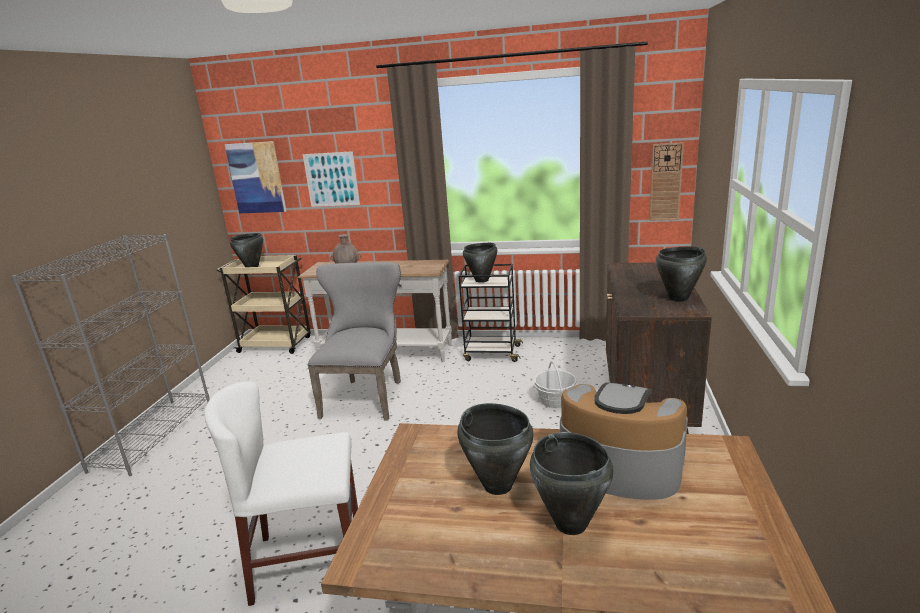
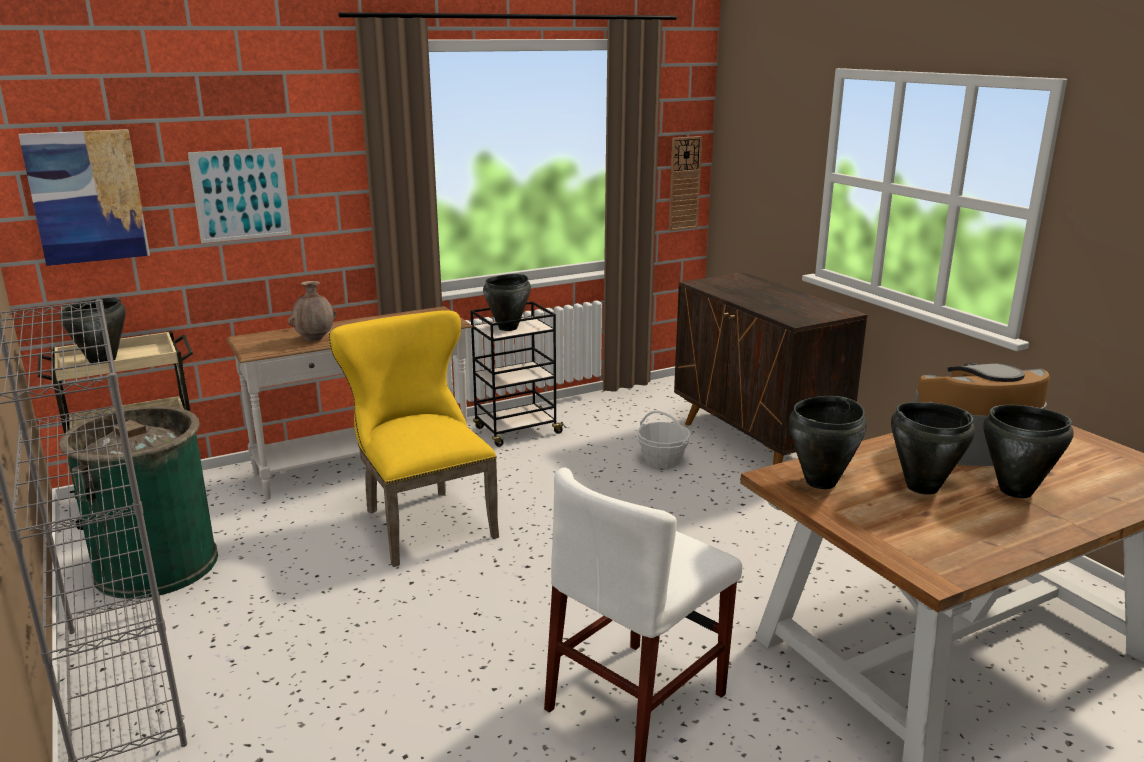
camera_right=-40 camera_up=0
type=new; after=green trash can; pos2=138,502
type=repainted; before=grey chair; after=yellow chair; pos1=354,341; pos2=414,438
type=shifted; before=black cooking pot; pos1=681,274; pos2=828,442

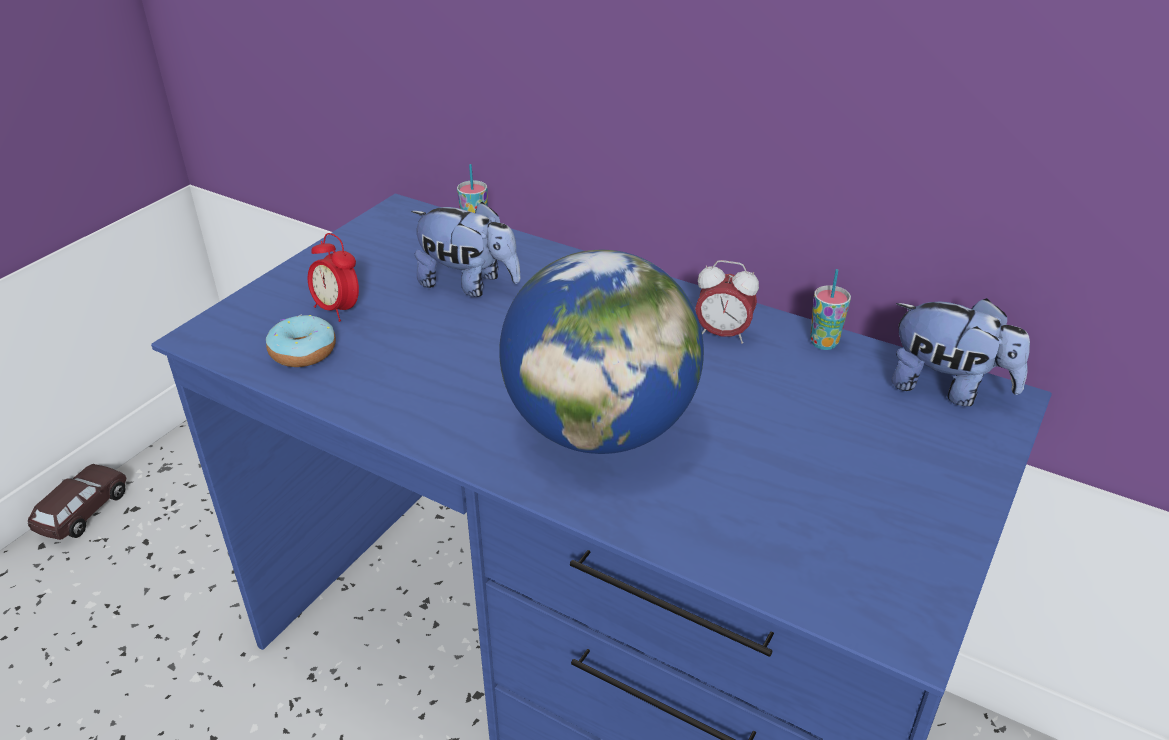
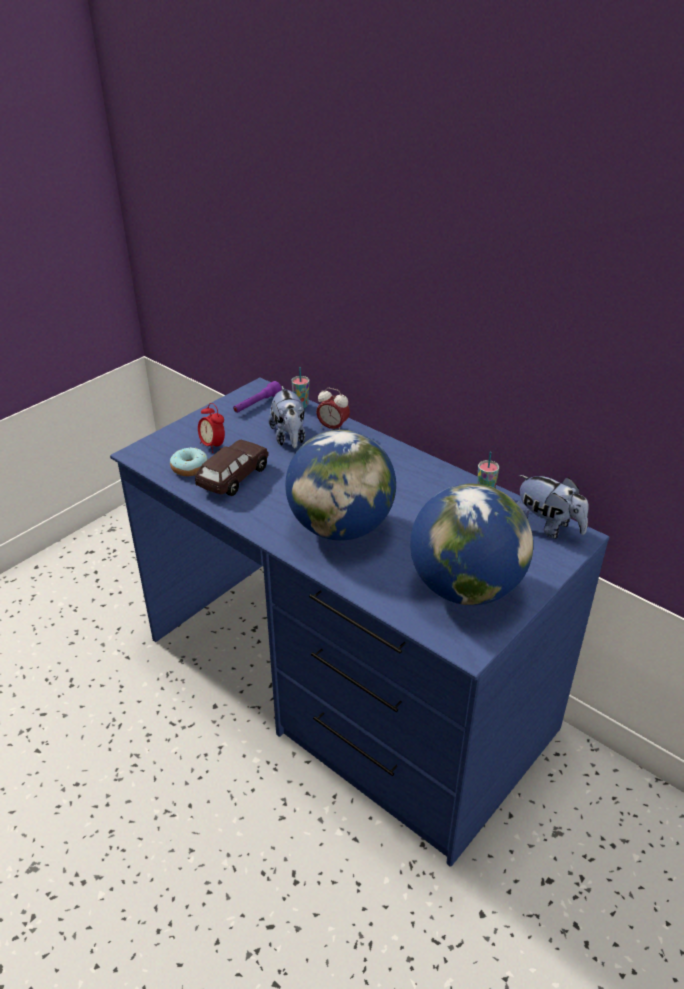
camera_right=10 camera_up=0
type=shifted; before=brown toy car; pos1=77,502; pos2=232,468
type=new; after=purple flashlight; pos2=257,397
type=rotated; before=plush toy; pos1=466,249; pos2=287,417; turn=45
type=shifted; before=alarm clock; pos1=727,302; pos2=333,409
type=new; after=globe; pos2=471,544

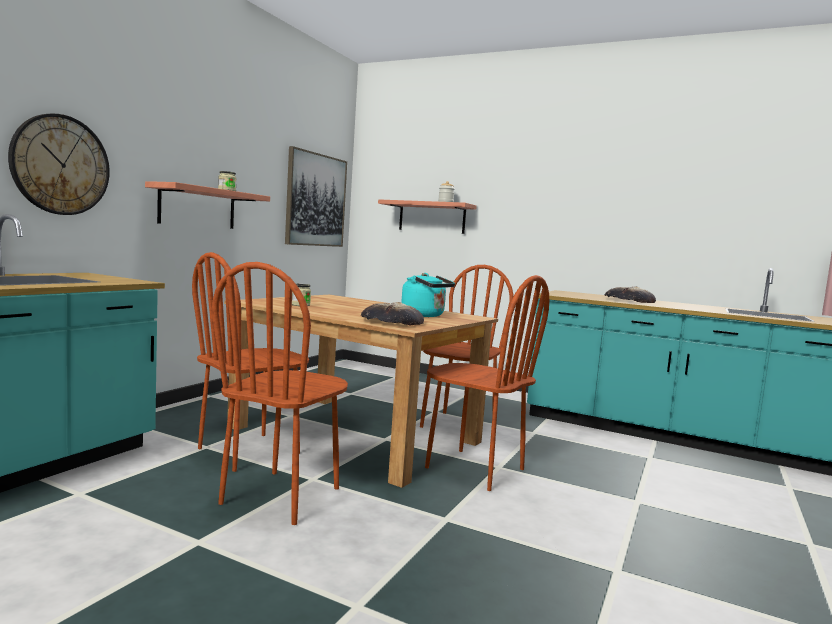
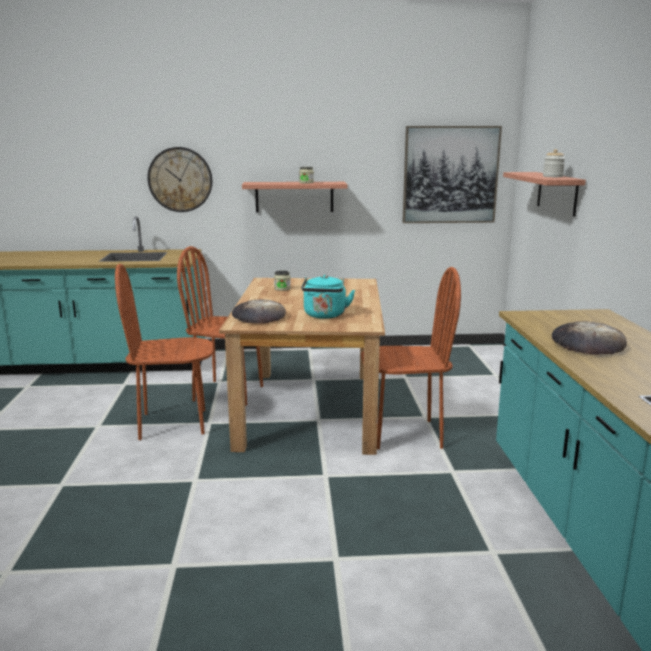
camera_right=60 camera_up=10
type=gone; before=brown chair; pos1=487,383

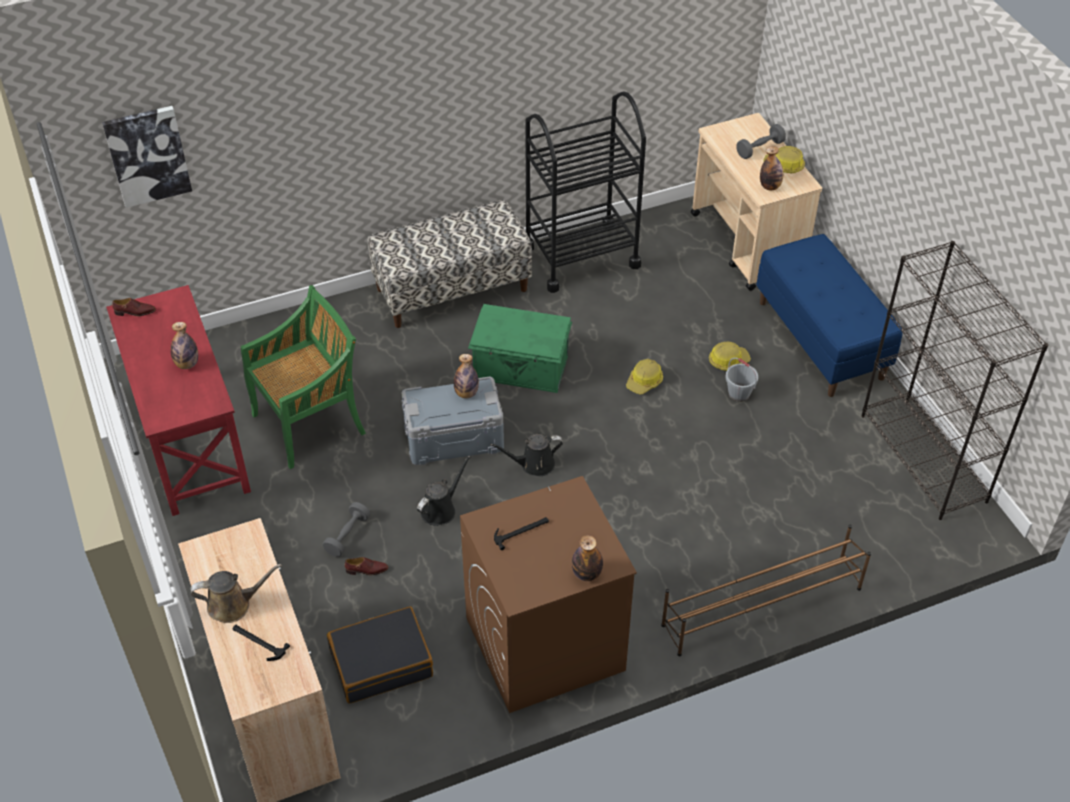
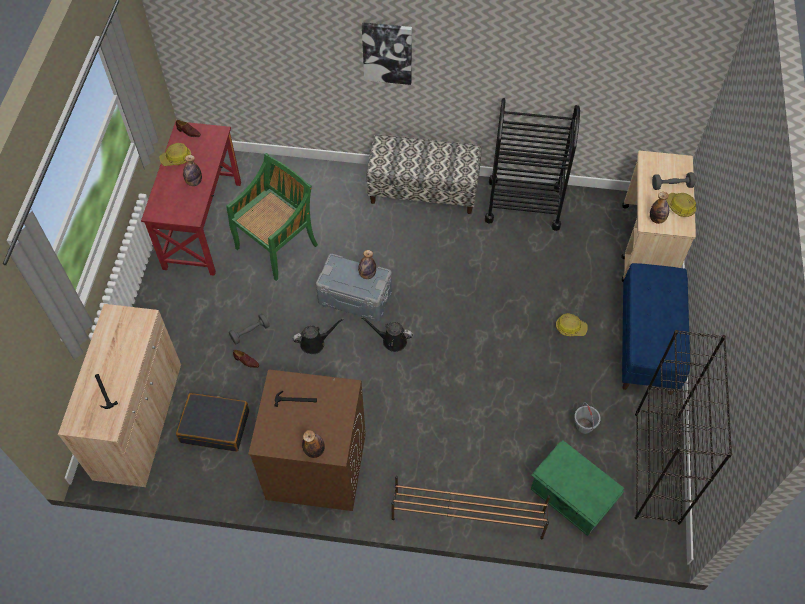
camera_right=30 camera_up=10
type=shifted; before=hard hat; pos1=644,376; pos2=175,154
type=rotated; before=green chair; pos1=303,377; pos2=272,217; turn=-45
type=shifted; before=picture; pos1=147,157; pos2=387,53
type=shifted; before=green storage box; pos1=520,348; pos2=578,488
type=shifted; before=grey bucket; pos1=741,380; pos2=587,418
type=gone; before=brown watering can; pos1=236,593

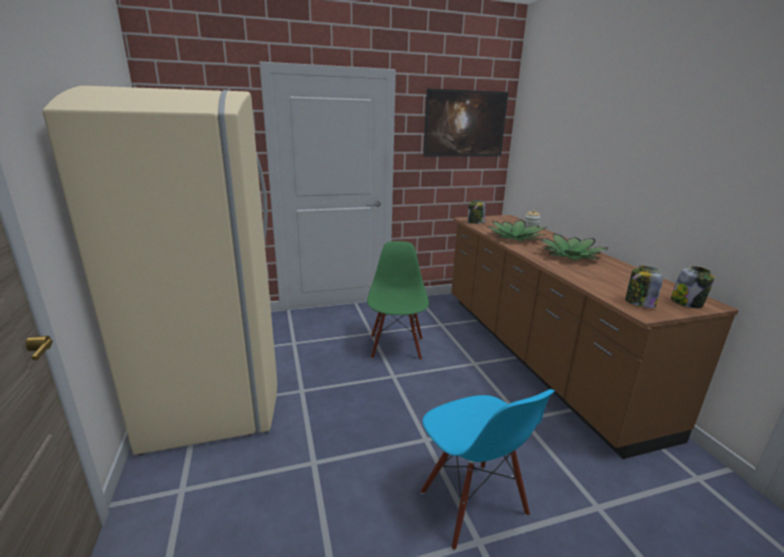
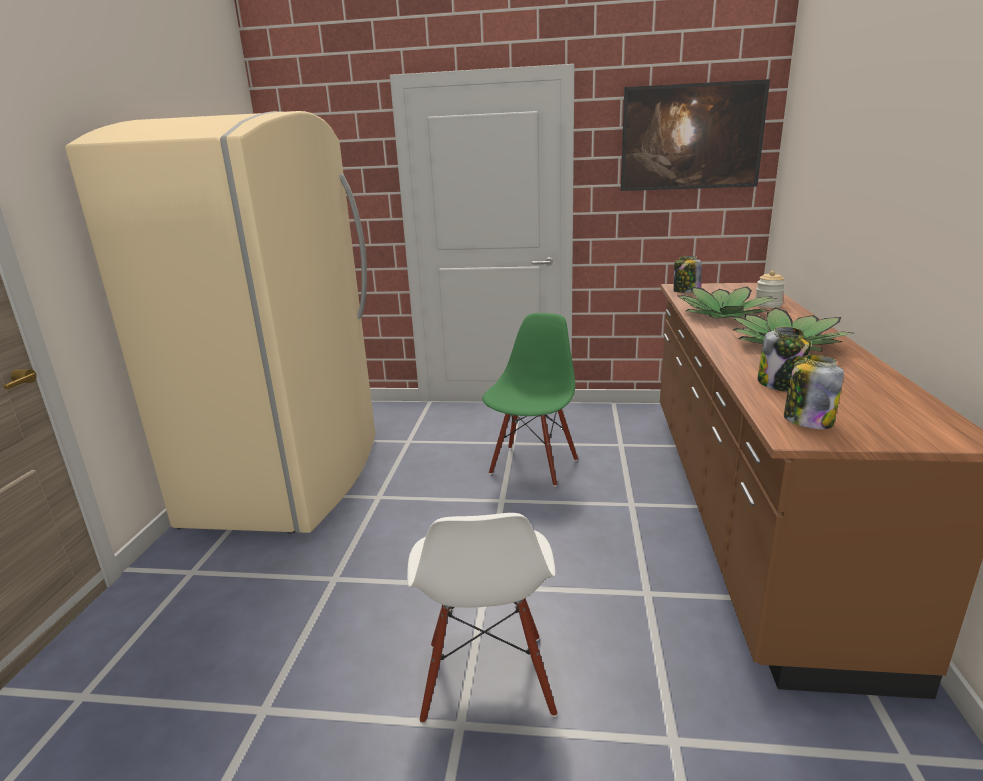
camera_right=25 camera_up=0
type=repainted; before=blue chair; after=white chair; pos1=488,469; pos2=482,618
type=shifted; before=jar; pos1=693,287; pos2=784,359

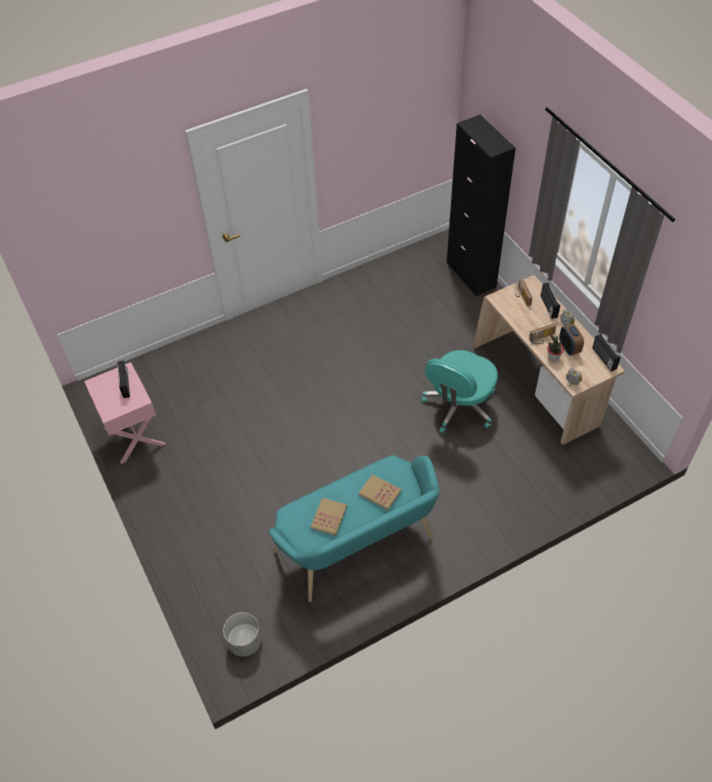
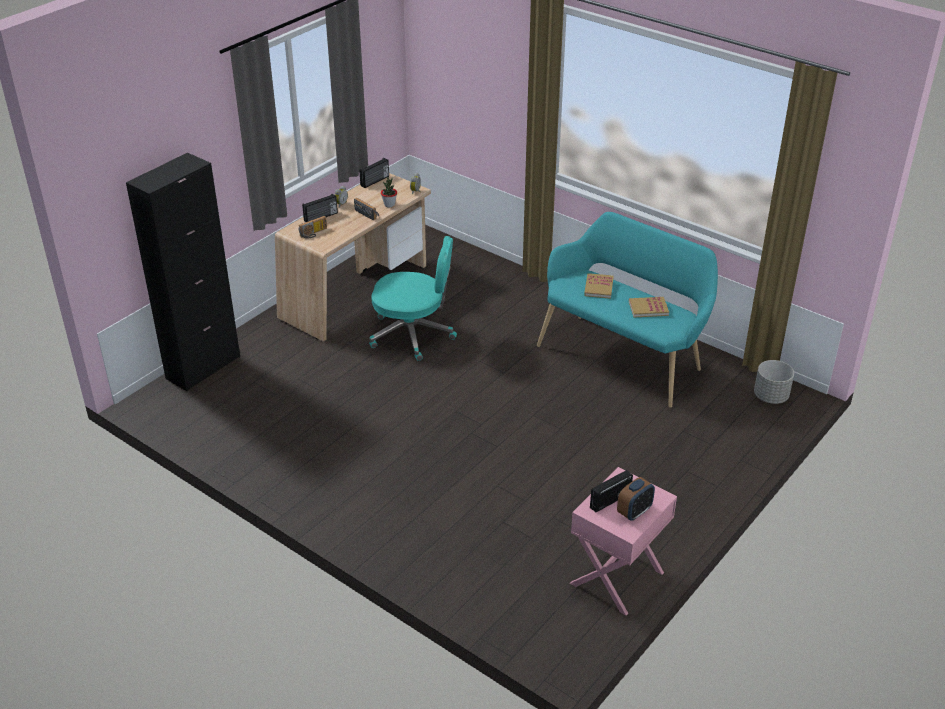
camera_right=-115 camera_up=-15
type=shifted; before=alarm clock; pos1=571,340; pos2=636,499

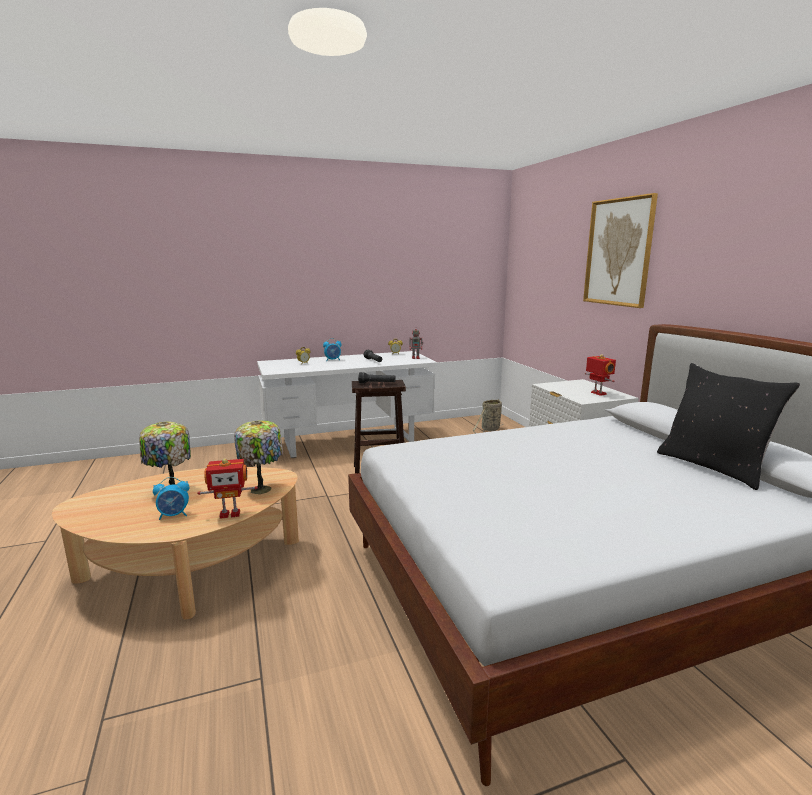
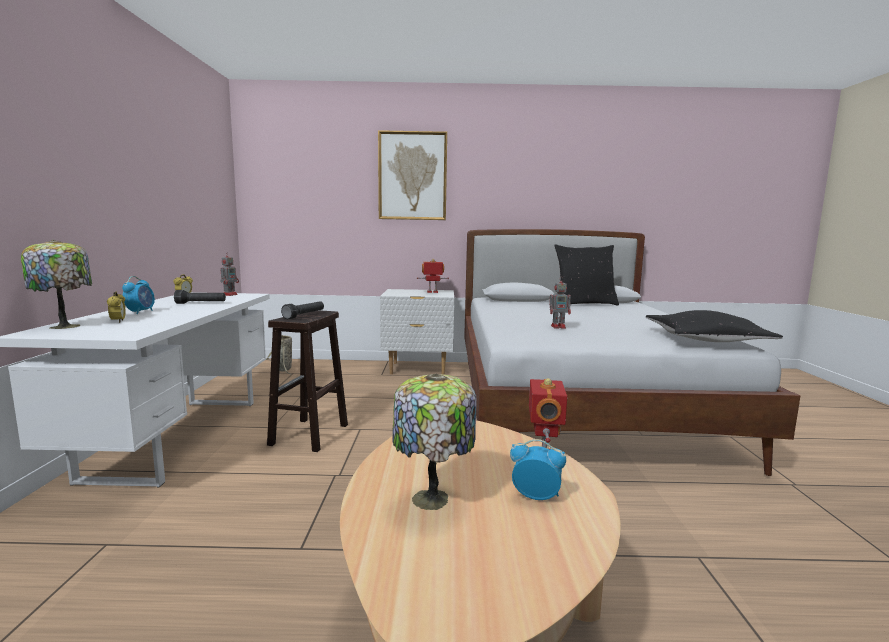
camera_right=-70 camera_up=-5
type=shifted; before=table lamp; pos1=258,457; pos2=56,284
type=rotated; before=alarm clock; pos1=171,498; pos2=538,469; turn=-75
type=new; after=toy robot; pos2=560,302
type=new; after=black pillow; pos2=714,326

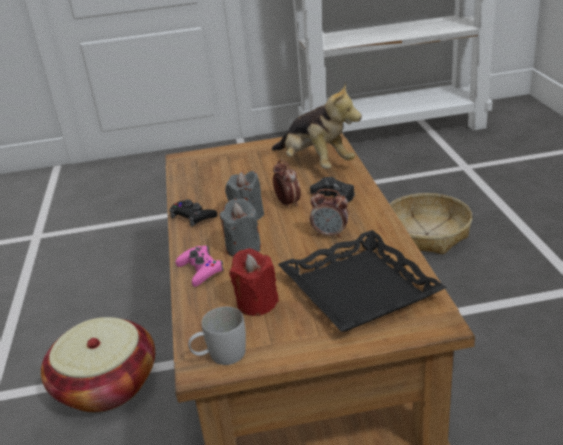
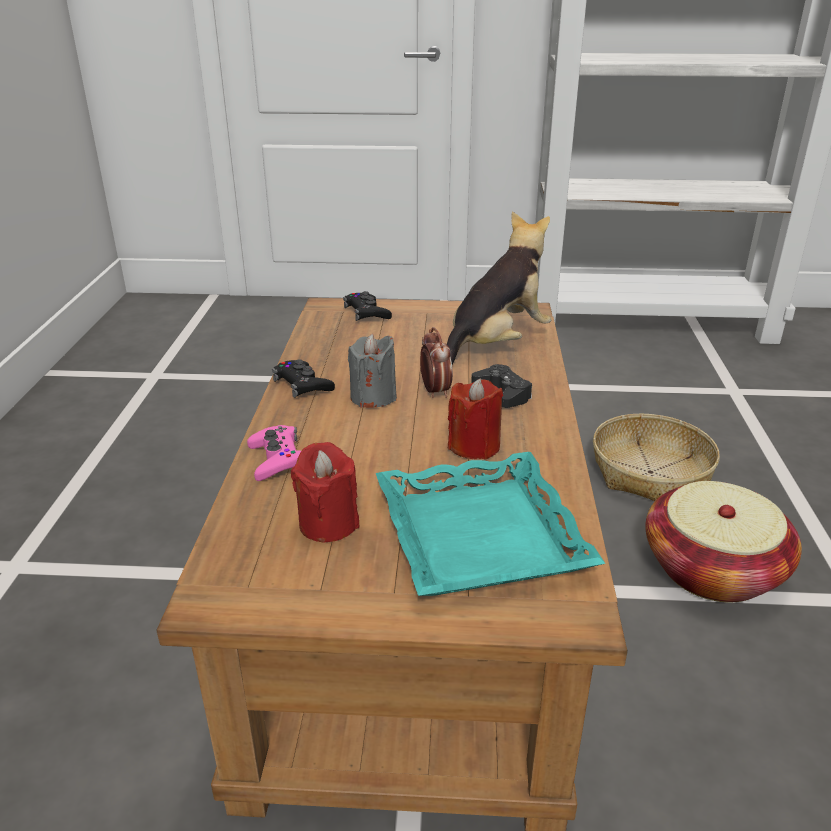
camera_right=10 camera_up=0
type=new; after=black game controller; pos2=367,306
type=repainted; before=black tray; after=turquoise tray; pos1=362,281; pos2=491,524
type=rotated; before=plush toy; pos1=317,125; pos2=499,287; turn=-105
type=swapped; before=alarm clock; after=red candle; pos1=329,213; pos2=475,418
type=shifted; before=basket; pos1=98,364; pos2=723,541
type=gone; before=white mug; pos1=217,336
type=gone; before=grey candle; pos1=240,228

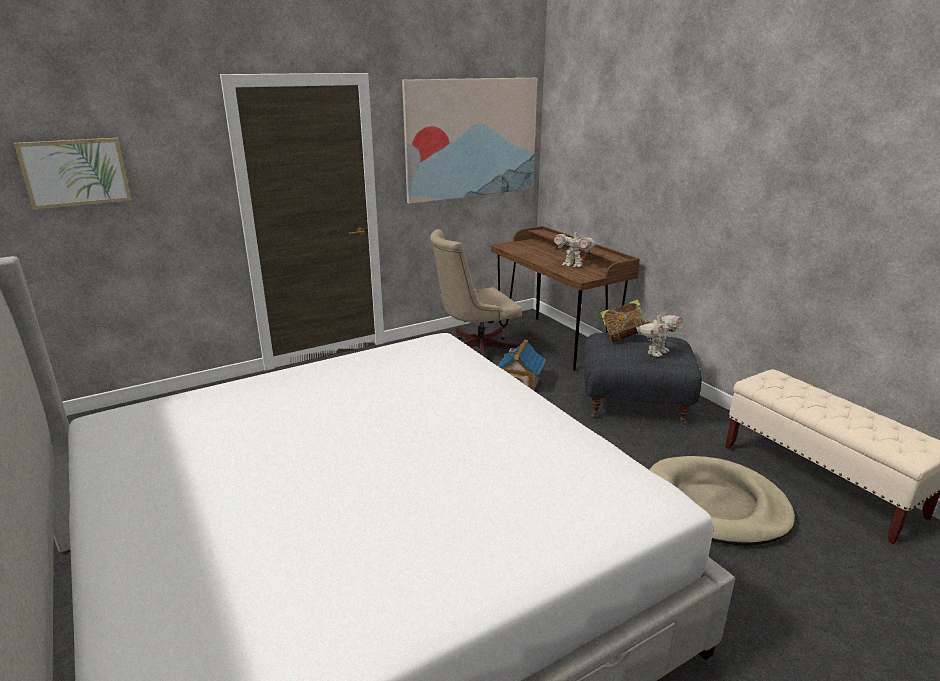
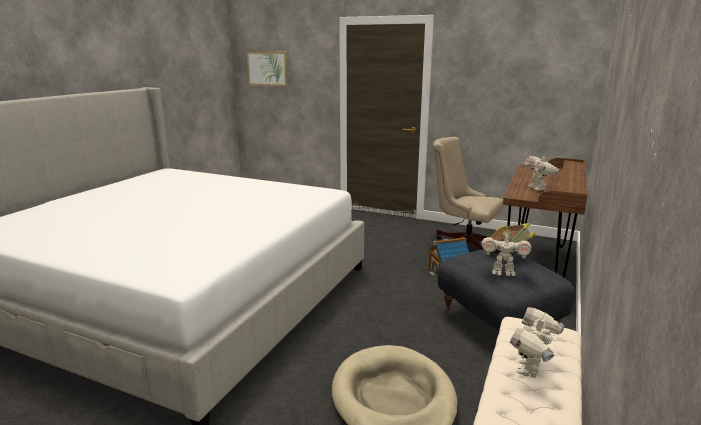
camera_right=55 camera_up=-5
type=new; after=toy robot; pos2=537,342
type=gone; before=picture; pos1=469,141

